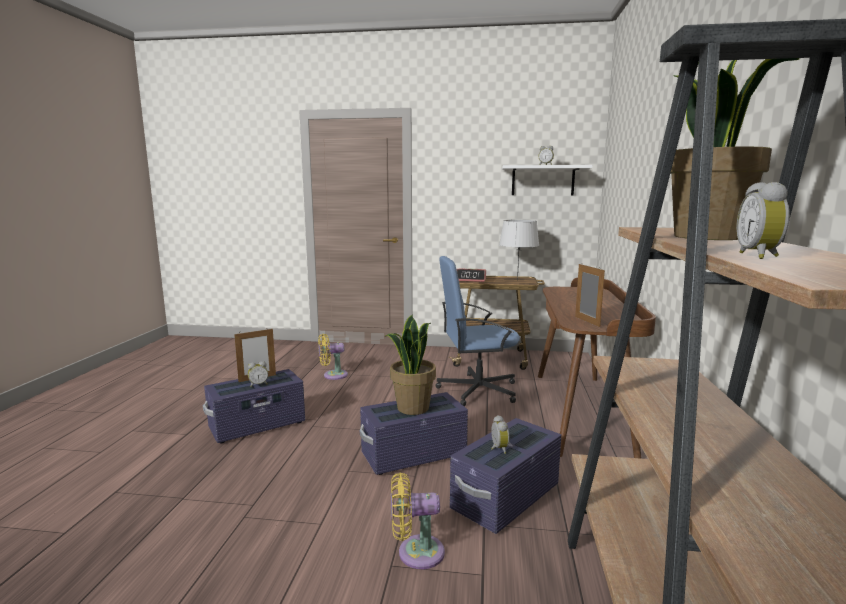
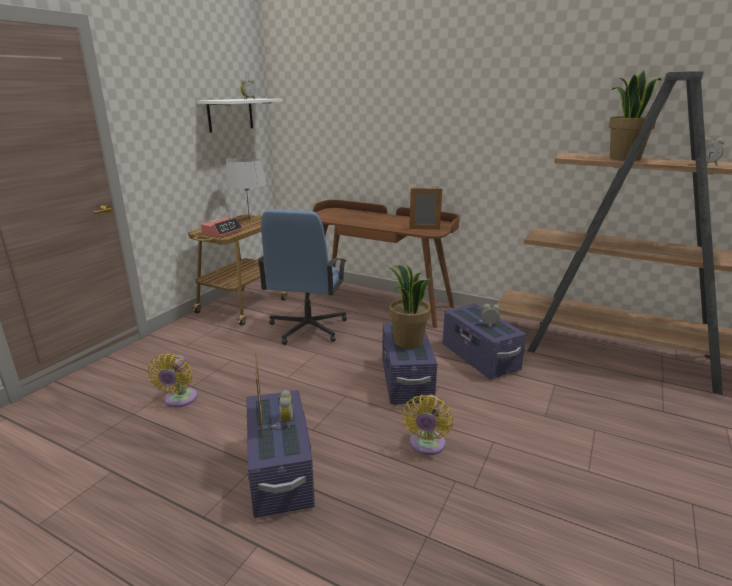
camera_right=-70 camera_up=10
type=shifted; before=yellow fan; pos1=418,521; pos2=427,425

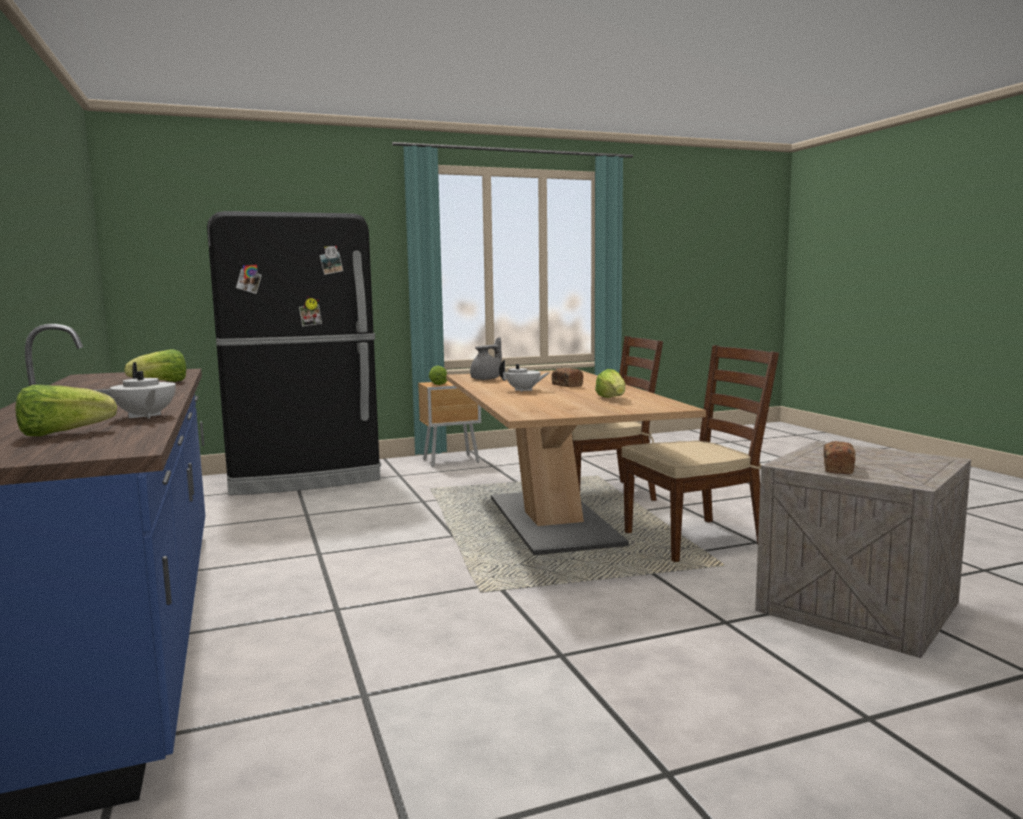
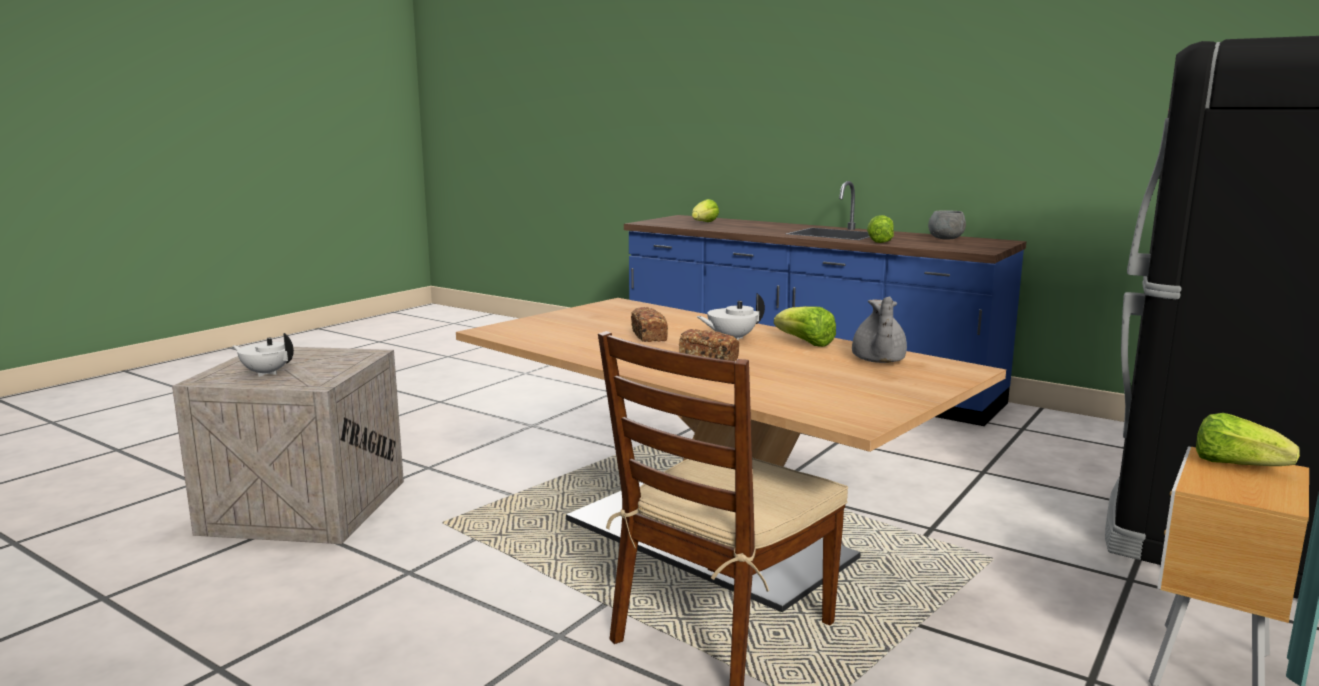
camera_right=145 camera_up=5
type=shifted; before=white teapot; pos1=143,390; pos2=263,355
type=shifted; before=bread; pos1=840,457; pos2=649,324
type=shifted; before=lettuce; pos1=610,383; pos2=805,326
type=new; after=grey bowl; pos2=947,225
type=gone; before=brown chair; pos1=700,453

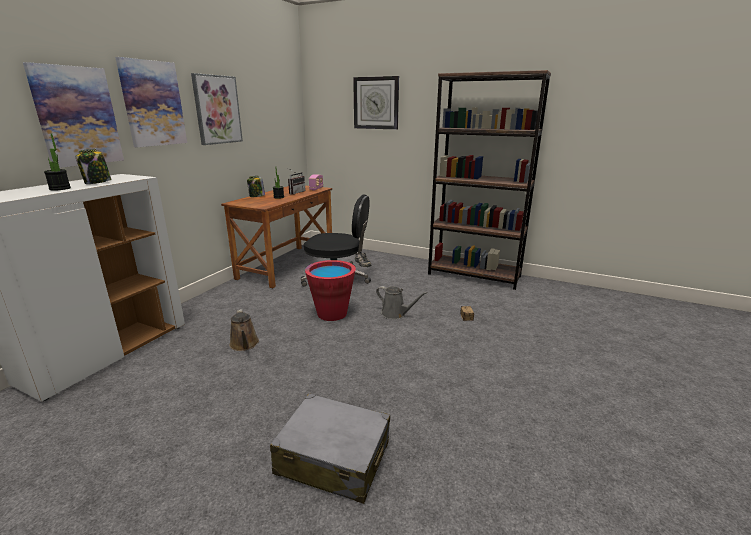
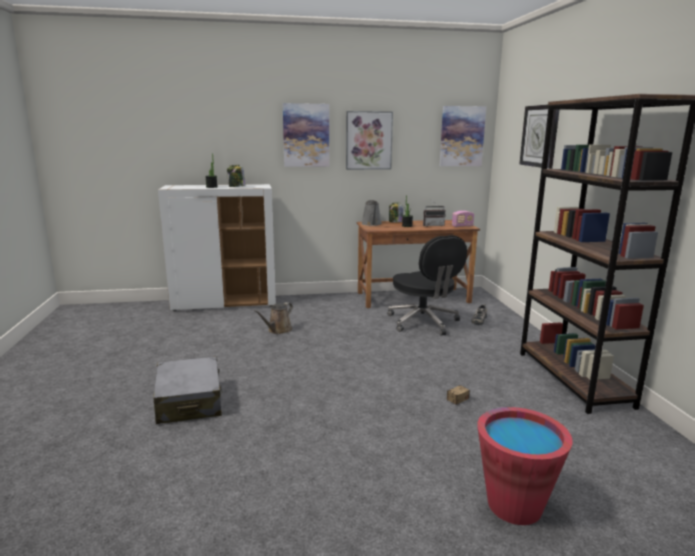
camera_right=55 camera_up=-5
type=shifted; before=grey watering can; pos1=401,303; pos2=371,213
type=shifted; before=picture; pos1=73,115; pos2=463,136
type=shifted; before=red bucket; pos1=330,290; pos2=525,466

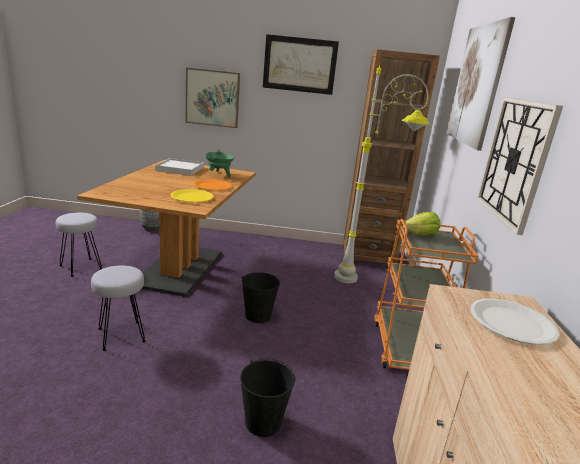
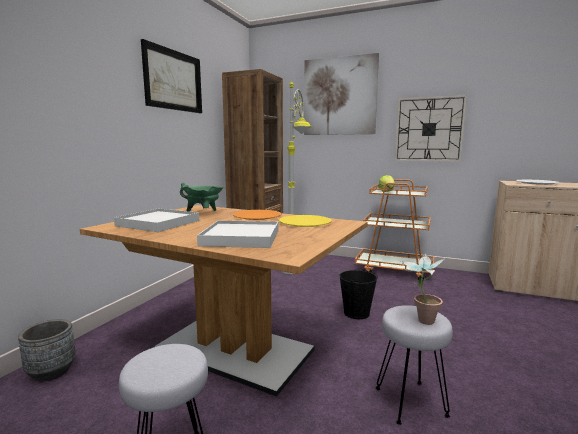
camera_right=-70 camera_up=-10
type=new; after=white tray; pos2=238,234
type=new; after=potted plant; pos2=423,289
type=gone; before=picture; pos1=213,98
type=gone; before=black bucket; pos1=267,398

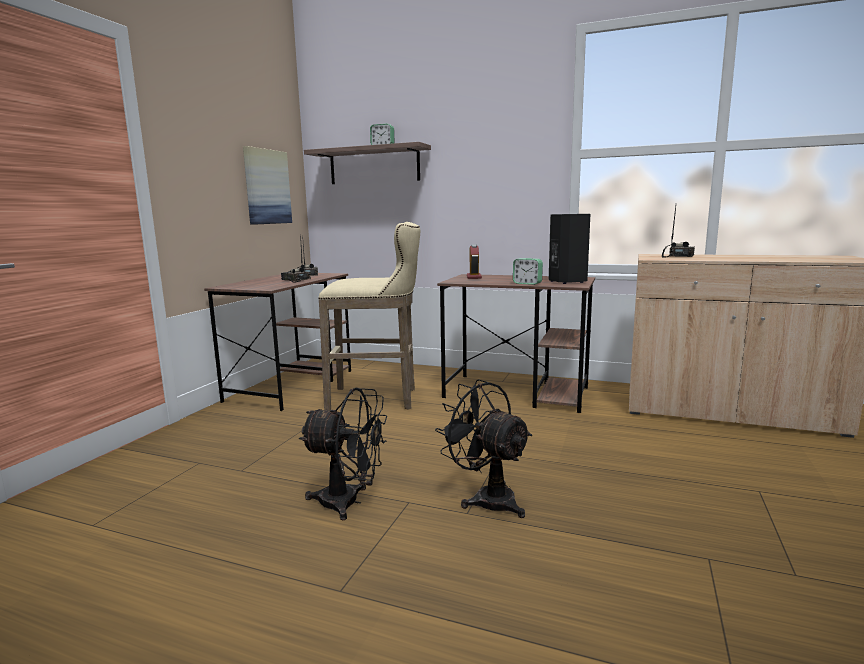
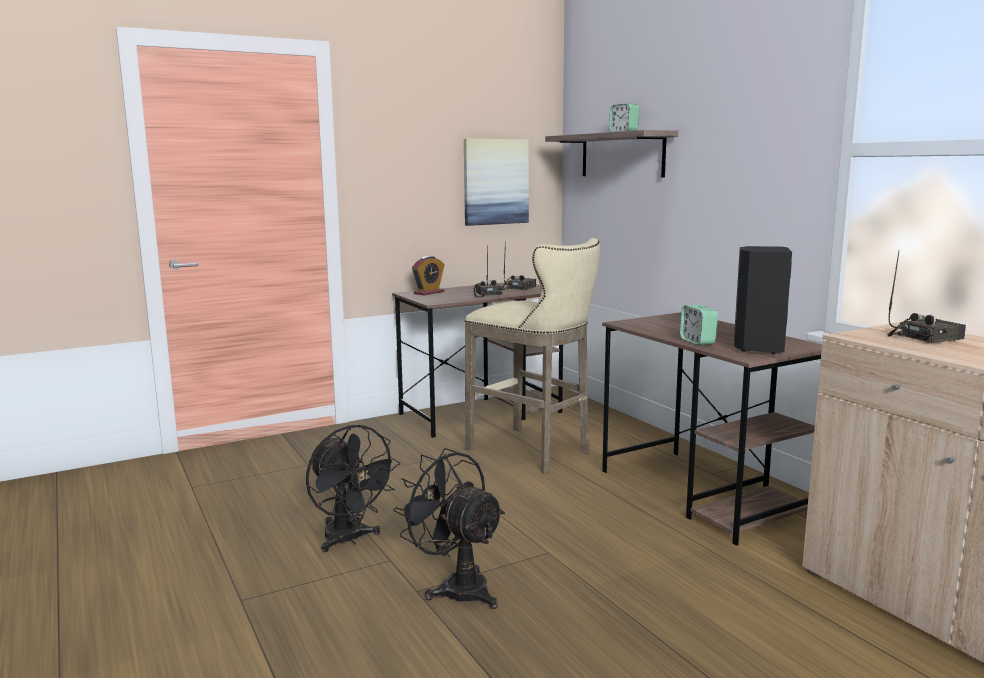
camera_right=40 camera_up=0
type=rotated; before=black fan; pos1=483,448; pos2=449,528; turn=-45
type=shifted; before=alarm clock; pos1=474,261; pos2=428,275

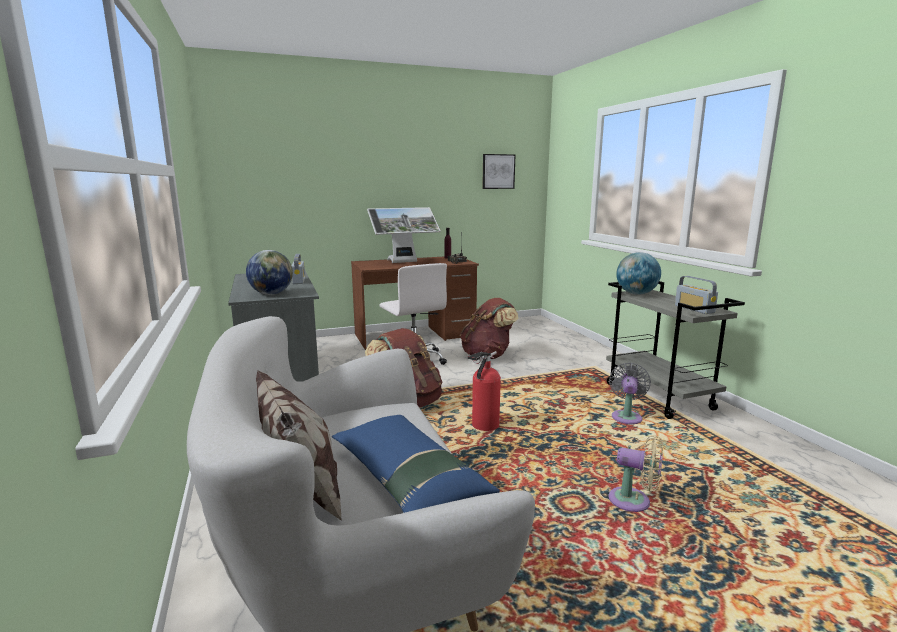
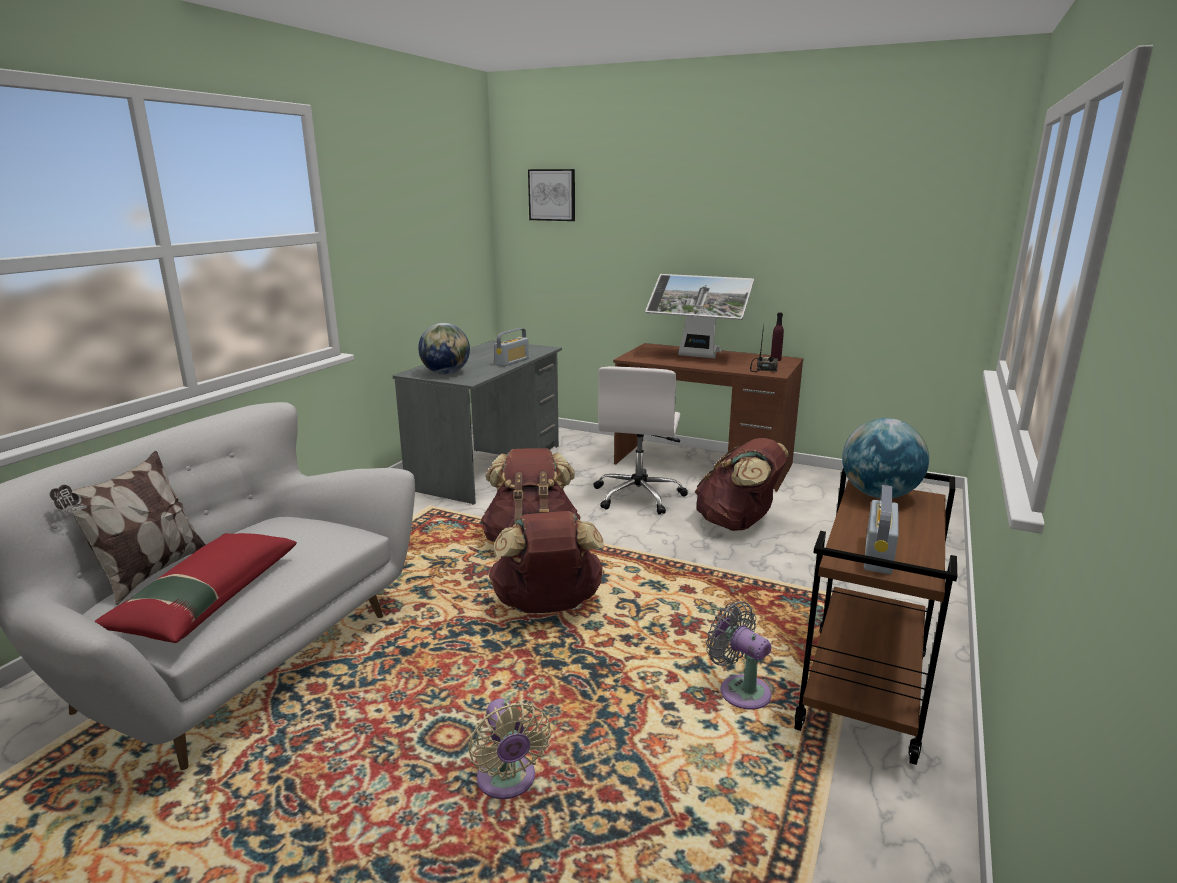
camera_right=45 camera_up=5
type=repainted; before=blue pillow; after=red pillow; pos1=416,464; pos2=195,588
type=swapped; before=fire extinguisher; after=brown backpack; pos1=484,391; pos2=546,562
type=shifted; before=picture; pos1=498,171; pos2=551,195
type=rotated; before=grey fan; pos1=630,393; pos2=739,655; turn=-105
type=repainted; before=grey cart; after=brown cart; pos1=675,350; pos2=876,616

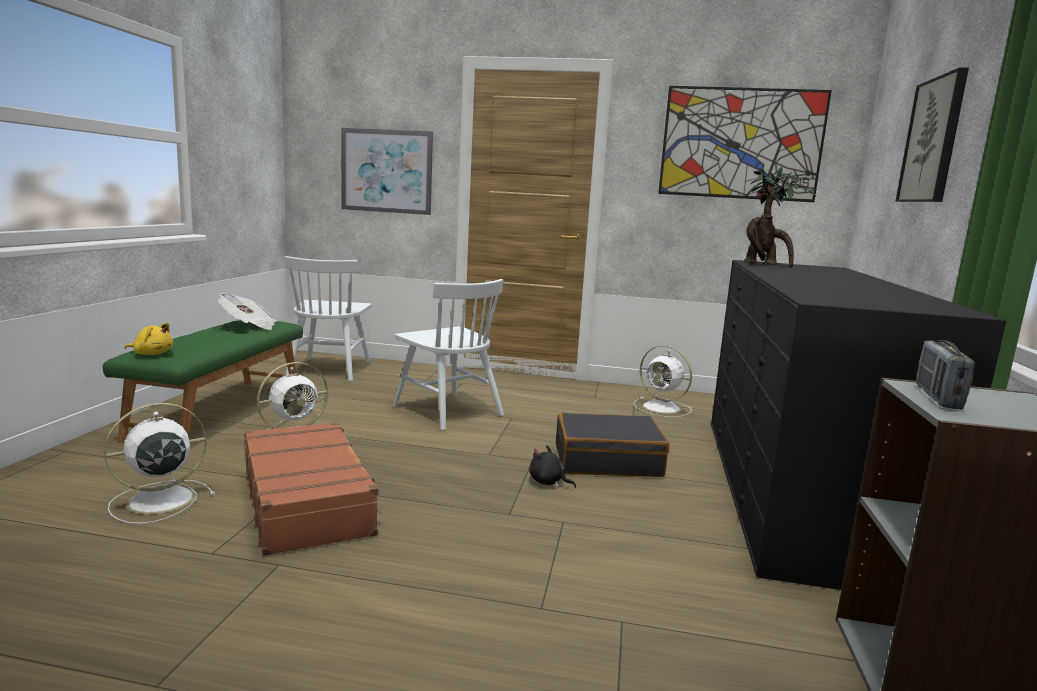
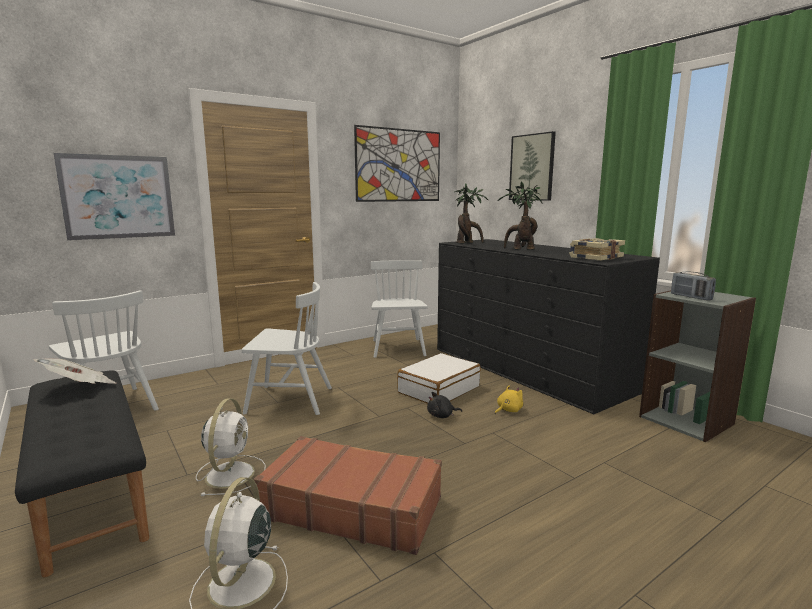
camera_right=-45 camera_up=0
type=repainted; before=green bench; after=black bench; pos1=203,381; pos2=82,474
type=swapped; before=white fan; after=white chair; pos1=662,381; pos2=399,309
type=repainted; before=black suitcase; after=white suitcase; pos1=612,445; pos2=438,378
type=shifted; before=yellow plush toy; pos1=148,339; pos2=509,399
type=new; after=potted plant; pos2=520,216
type=new; after=book; pos2=597,249

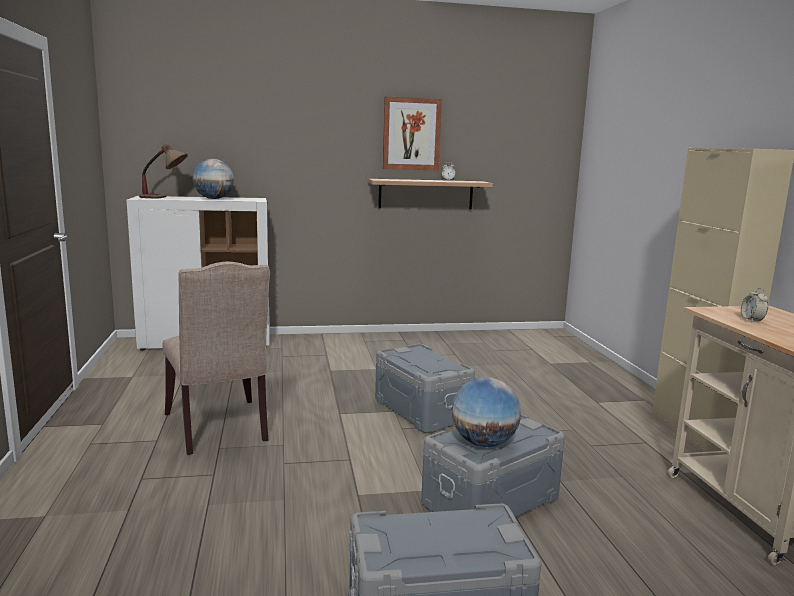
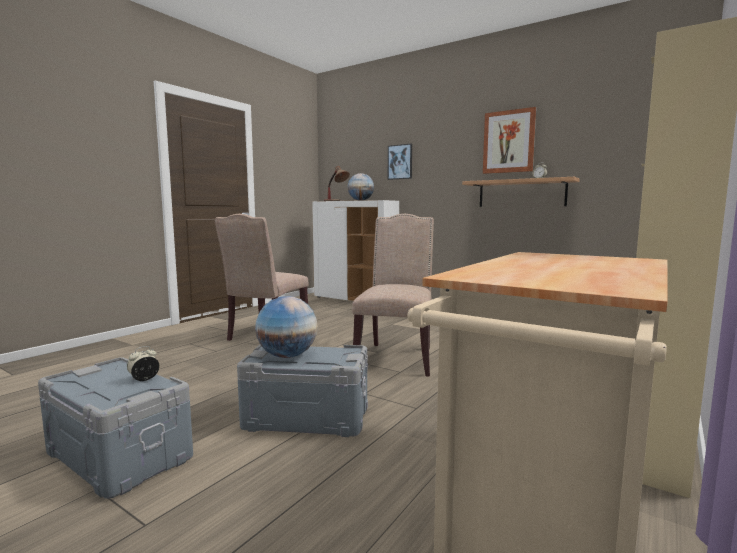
camera_right=45 camera_up=-5
type=shifted; before=alarm clock; pos1=754,305; pos2=143,363
type=swapped; before=grey storage box; after=beige chair; pos1=425,388; pos2=393,295
type=new; after=picture; pos2=400,161

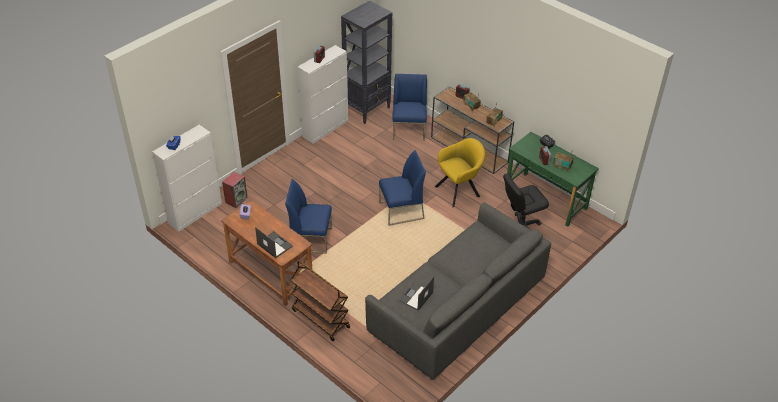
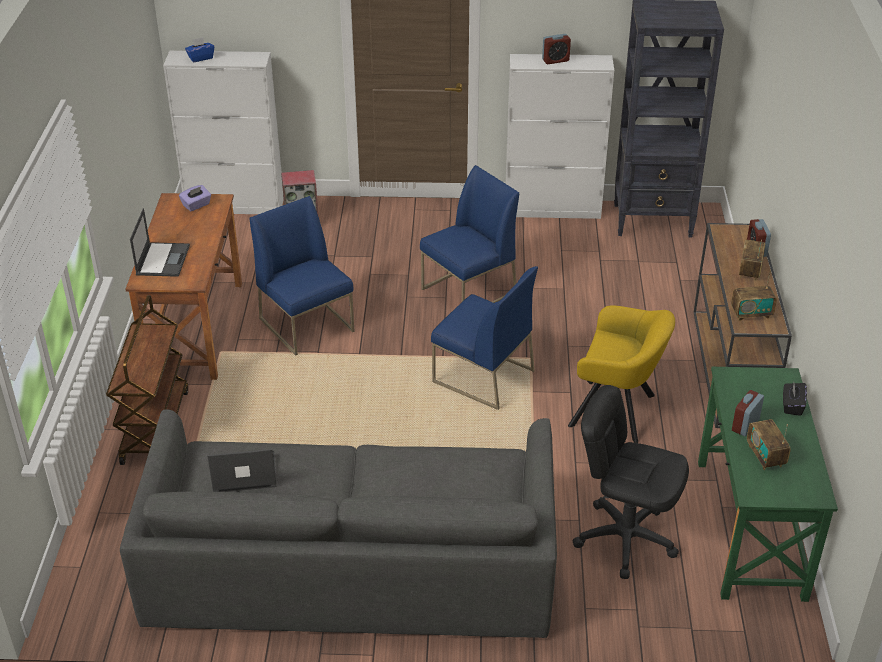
camera_right=50 camera_up=-5
type=shifted; before=blue chair; pos1=409,107; pos2=469,234

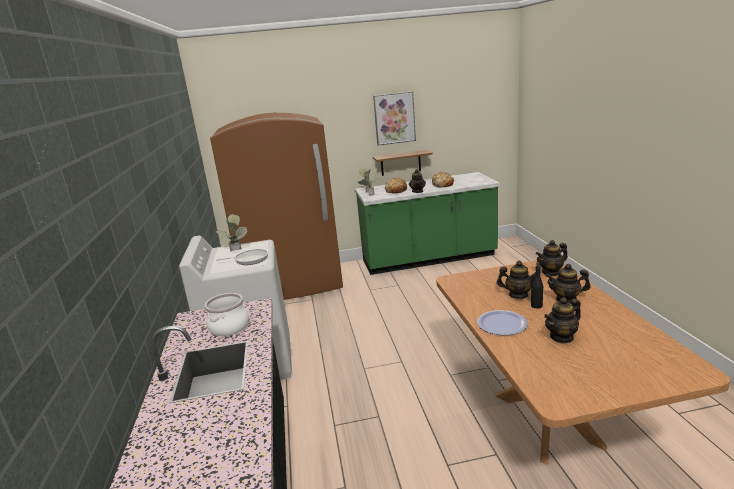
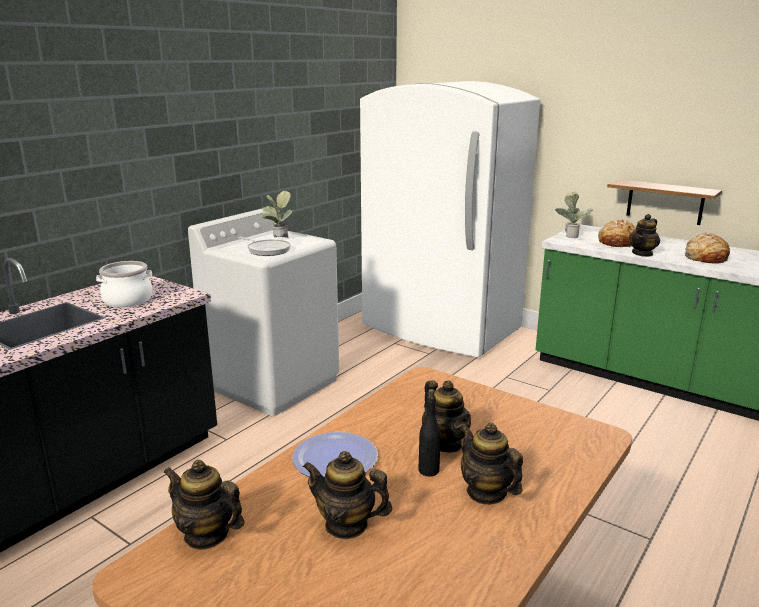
camera_right=45 camera_up=0
type=shifted; before=teapot; pos1=552,258; pos2=204,505
type=repainted; before=brown fridge; after=white fridge; pos1=276,206; pos2=450,219
type=gone; before=picture; pos1=394,118

